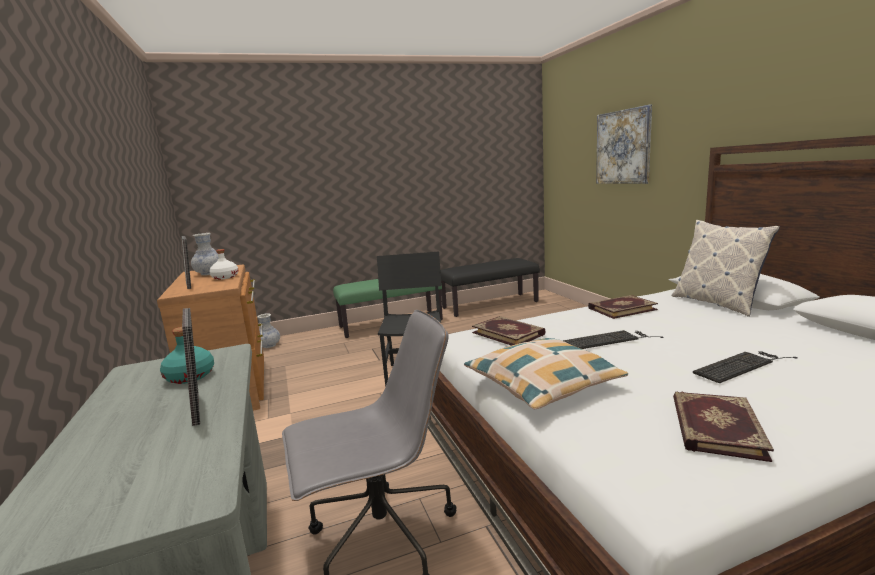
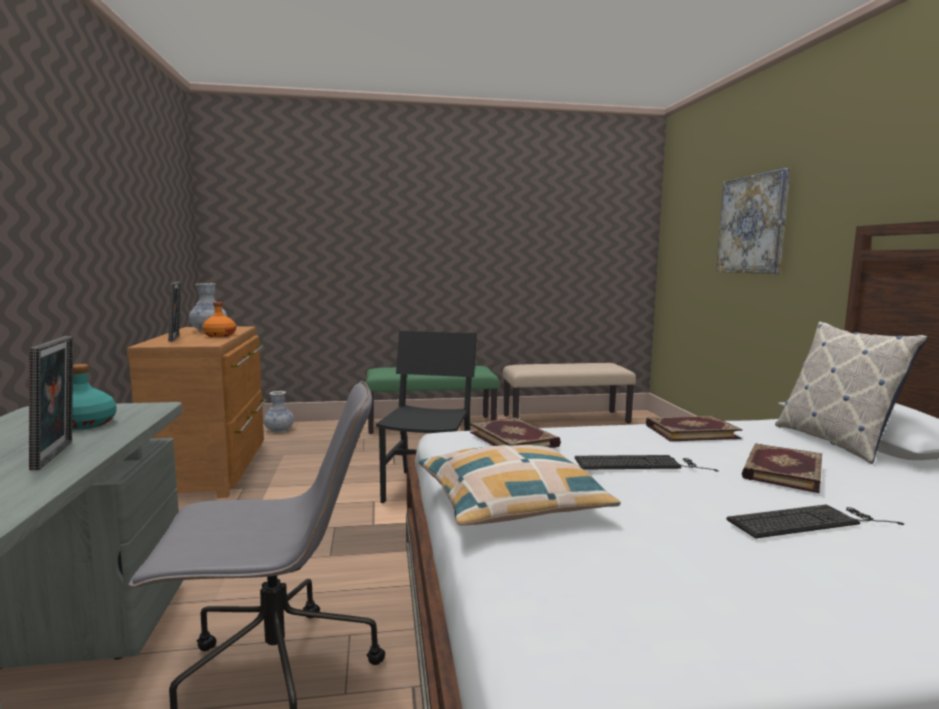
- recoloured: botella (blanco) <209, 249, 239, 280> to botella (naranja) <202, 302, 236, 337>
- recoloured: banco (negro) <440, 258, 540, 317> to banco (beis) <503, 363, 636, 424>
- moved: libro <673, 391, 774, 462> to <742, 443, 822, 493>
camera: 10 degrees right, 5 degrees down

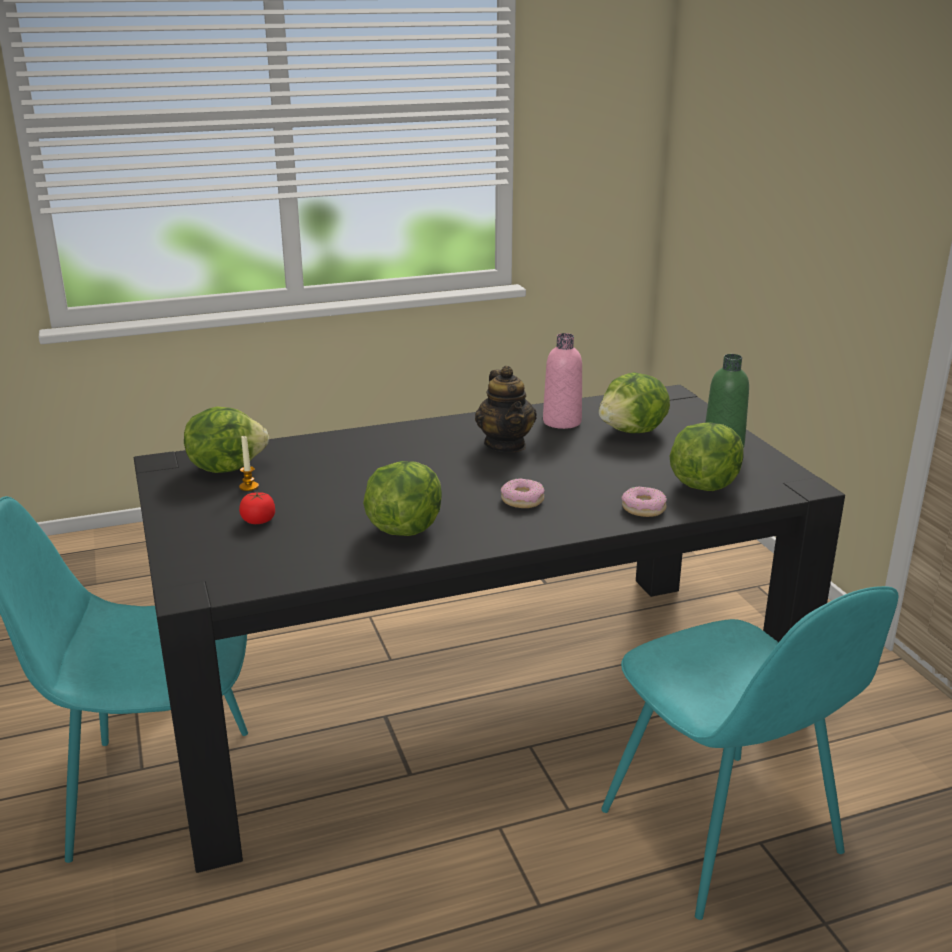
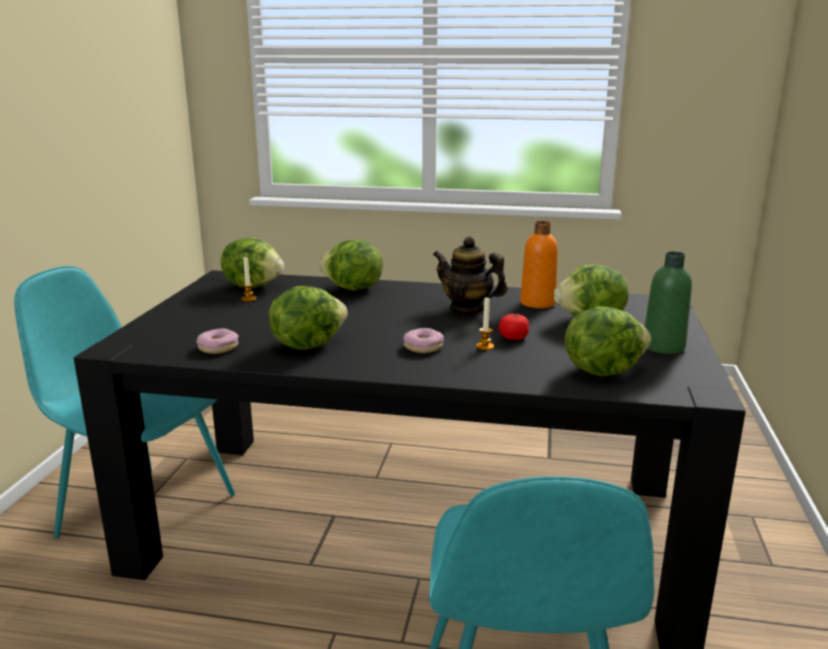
- moved: tomate <239, 492, 275, 524> to <499, 314, 529, 340>
- turned: tetera <475, 366, 537, 452> = <433, 236, 507, 315> 105 degrees clockwise
- recoloured: botella (rosa) <543, 333, 582, 429> to botella (naranja) <520, 221, 558, 308>
- moved: rosquilla <622, 486, 667, 517> to <196, 328, 239, 354>
- added: lechuga <319, 240, 383, 291>
- added: vela <476, 297, 494, 350>
camera: 30 degrees right, 5 degrees down

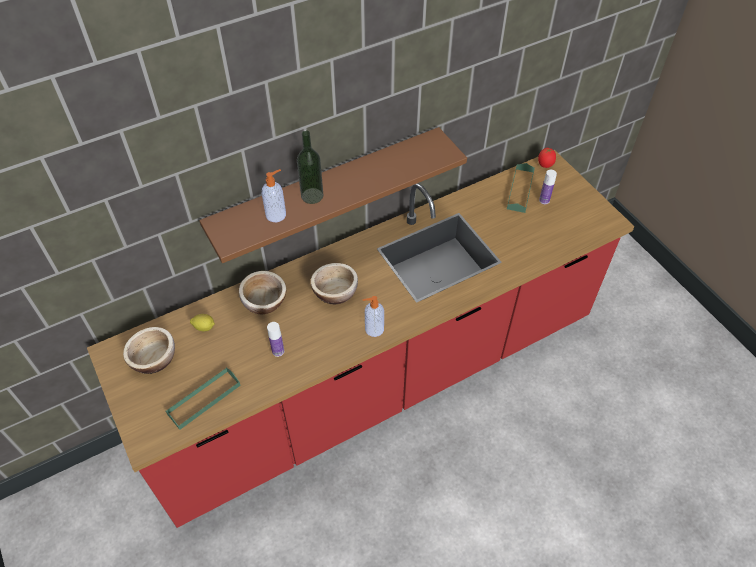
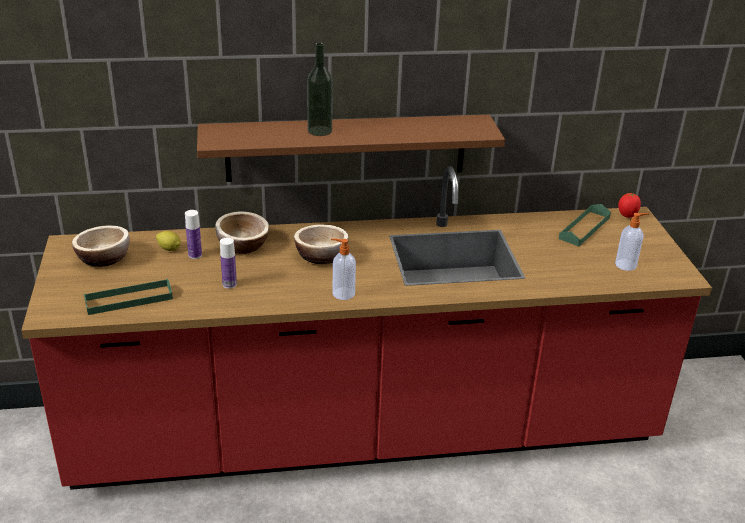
- moved: dispensador de jabón <262, 169, 286, 222> to <615, 213, 649, 271>
- moved: botella <539, 170, 557, 204> to <185, 210, 202, 259>
camera: 20 degrees right, 20 degrees down

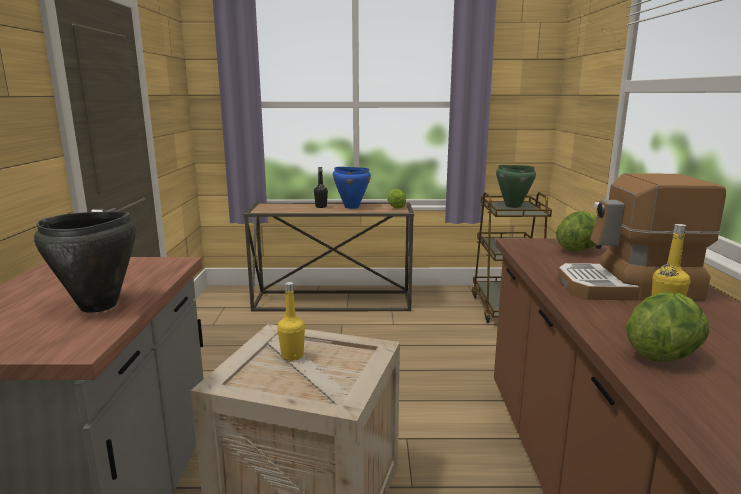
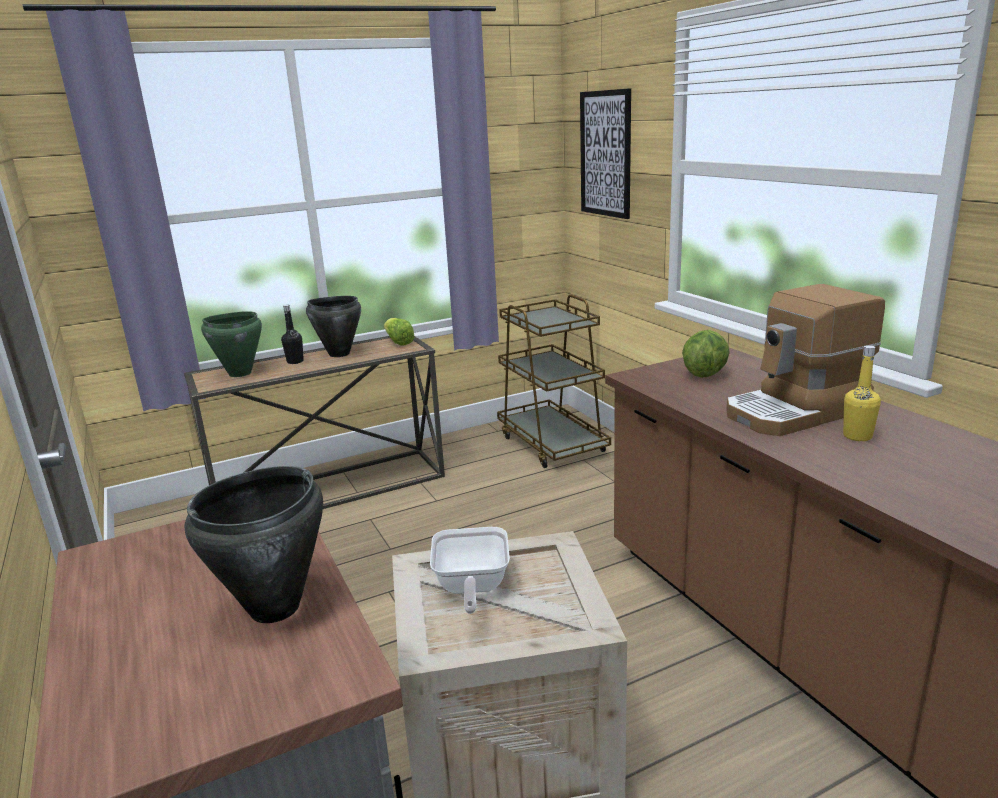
- replaced: botella (amarillo) <277, 282, 305, 361> to sartén <430, 527, 510, 614>
- recoloured: olla (azul) <333, 167, 371, 209> to olla (negro) <306, 296, 361, 357>
- moved: olla (verde) <496, 165, 536, 208> to <201, 311, 262, 377>
- removed: lechuga <626, 293, 709, 362>
- added: cuadro <580, 88, 631, 219>
camera: 25 degrees left, 5 degrees up

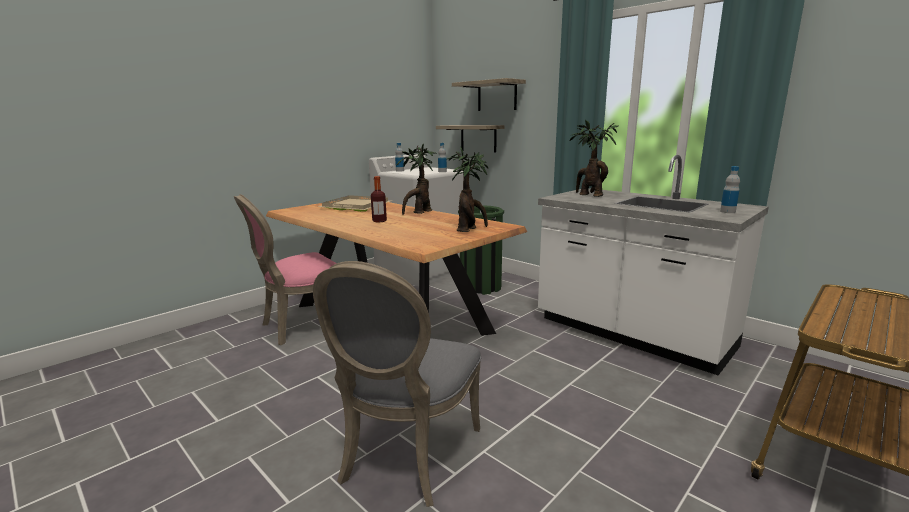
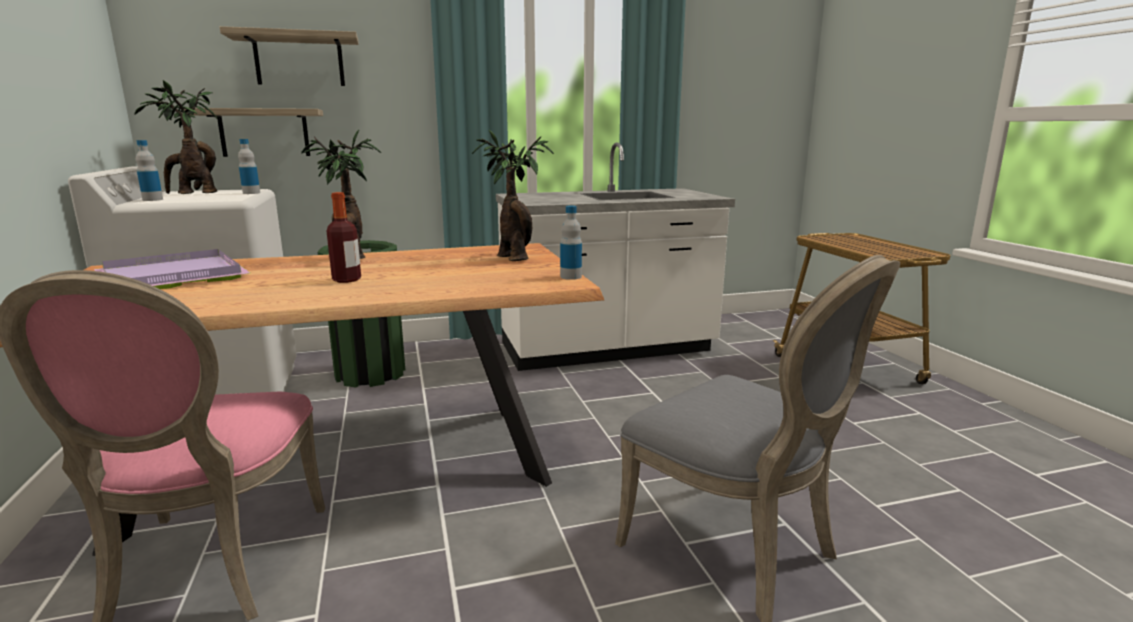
- recoloured: bandeja (beis) <319, 195, 390, 212> to bandeja (morado) <94, 249, 250, 289>
- moved: planta en maceta <570, 120, 618, 197> to <134, 80, 218, 194>
- moved: botella <720, 166, 740, 213> to <560, 205, 582, 280>
camera: 60 degrees left, 0 degrees up

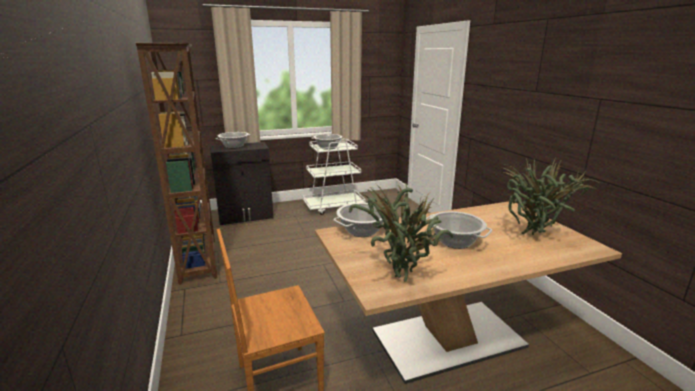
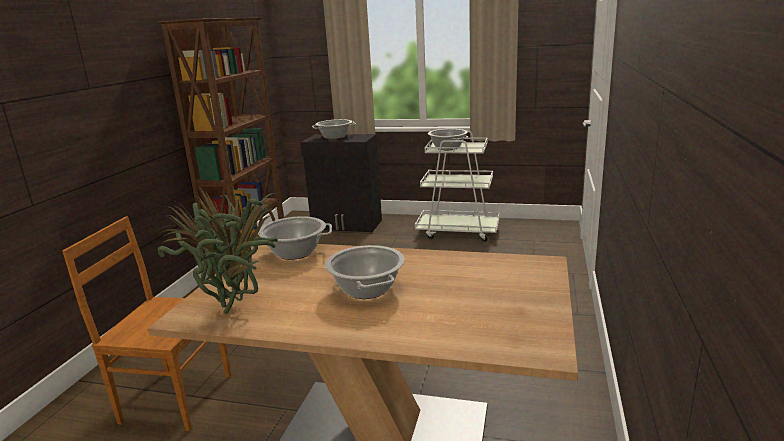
- removed: planta en maceta <503, 157, 598, 235>
camera: 35 degrees right, 0 degrees up

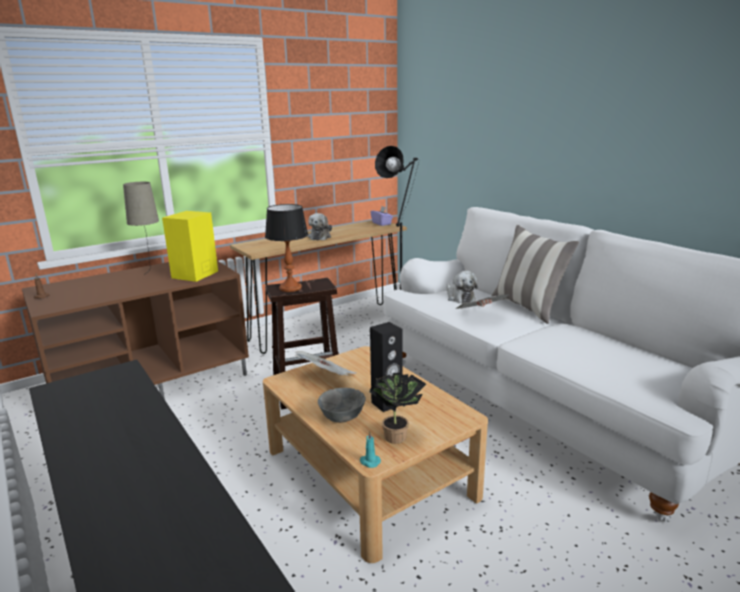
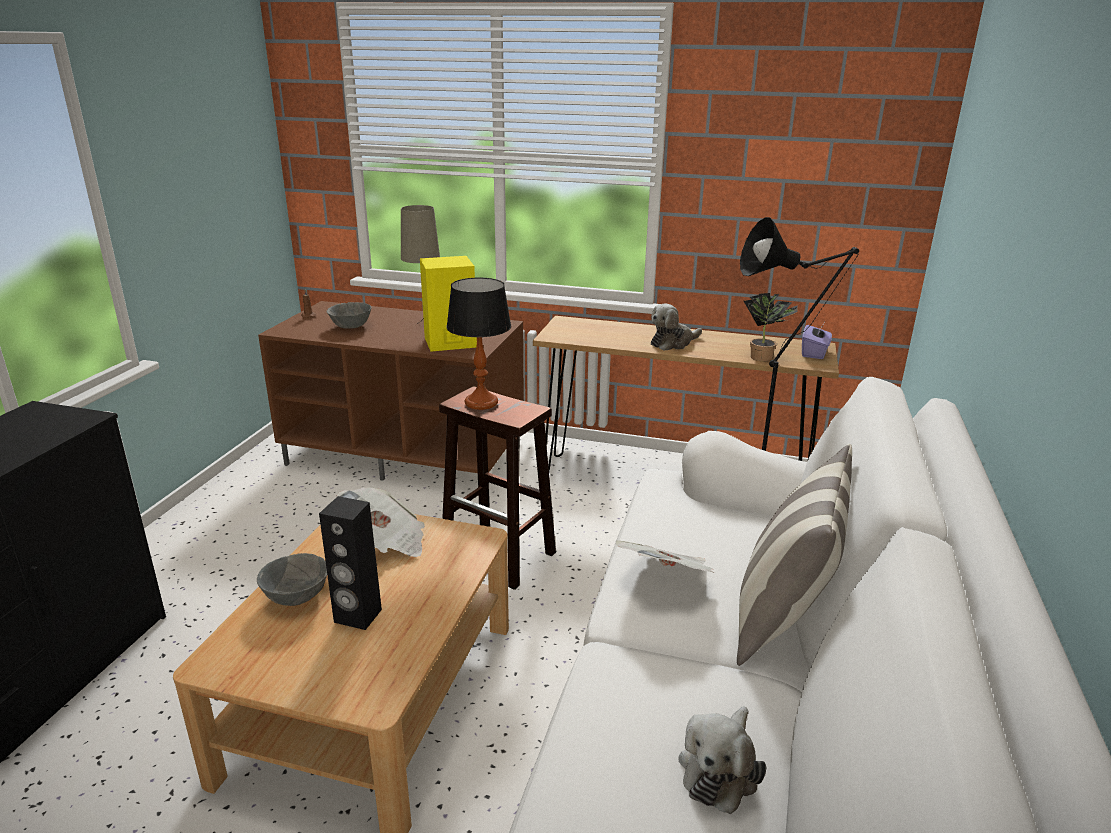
- removed: vela (turquesa) <360, 431, 381, 468>
- moved: planta en maceta <369, 373, 426, 444> to <744, 293, 798, 361>
- moved: peluche <446, 271, 478, 304> to <678, 706, 766, 814>
- added: cuenco (gris) <327, 302, 371, 329>
camera: 50 degrees right, 5 degrees up

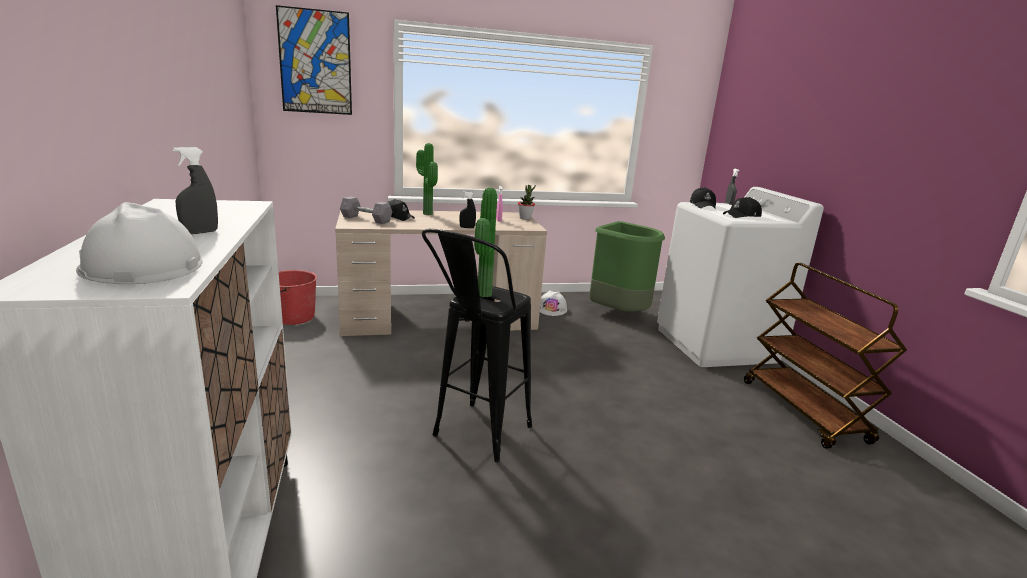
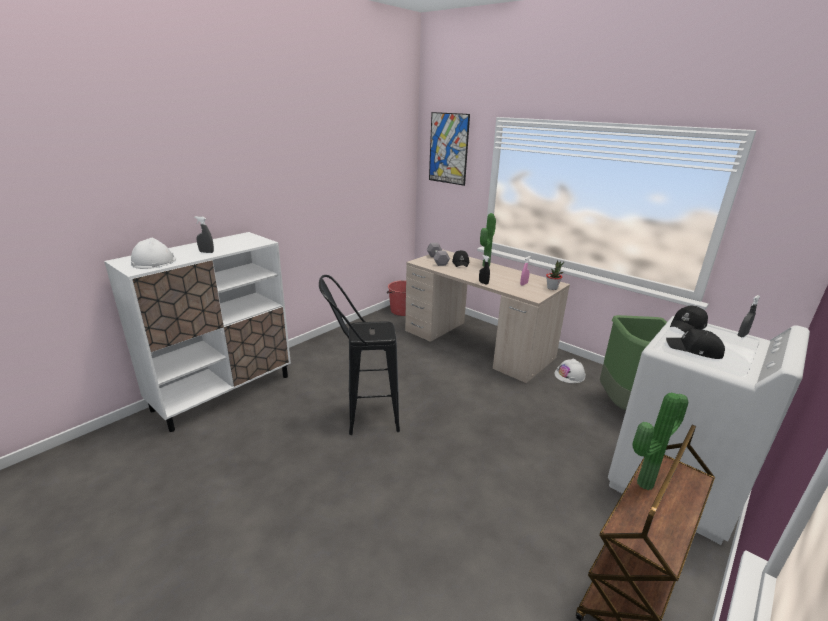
- moved: planta en maceta <474, 188, 497, 297> to <632, 393, 688, 490>
camera: 55 degrees right, 5 degrees up

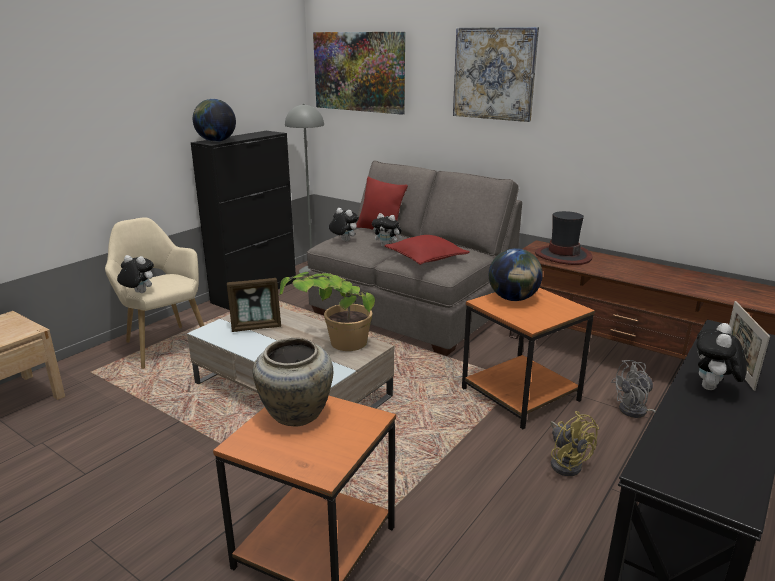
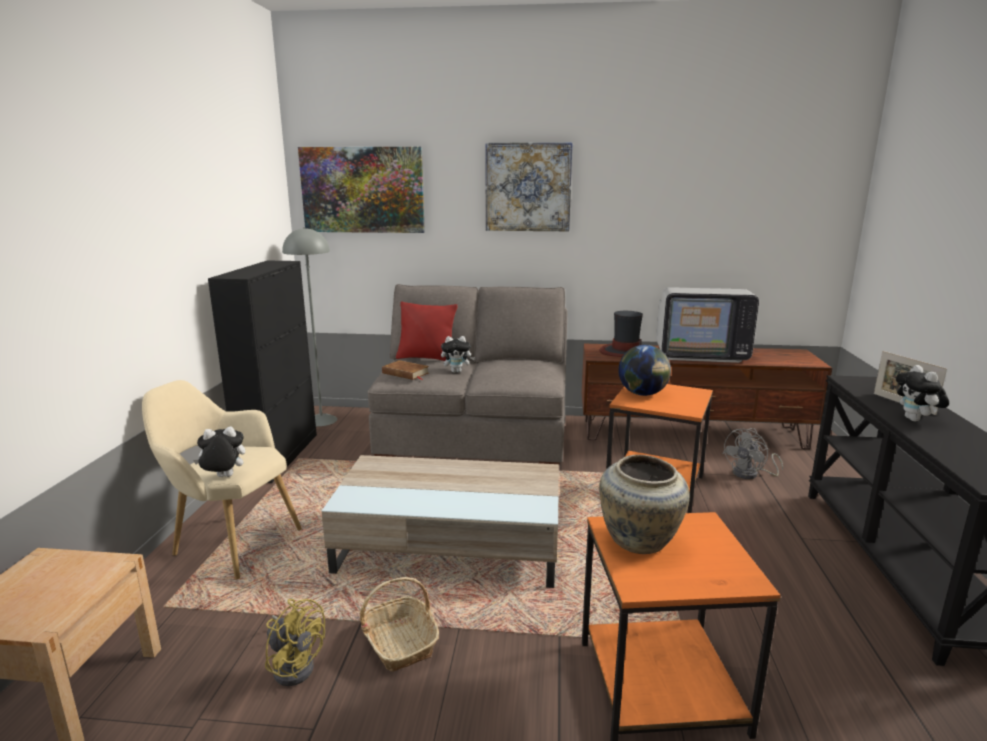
- removed: globo terráqueo <193, 99, 236, 142>
- removed: portarretratos <227, 278, 281, 332>
- removed: planta en maceta <279, 272, 375, 351>
- replaced: peluche <329, 208, 359, 241> to libro (marrón) <382, 360, 429, 380>
- removed: cojín (rojo) <384, 235, 470, 265>
- moved: ventilador (amarillo) <551, 411, 599, 476> to <265, 598, 325, 686>
- added: cesta <360, 577, 439, 672>
- added: televisor <656, 287, 759, 363>
camera: 30 degrees left, 5 degrees down

